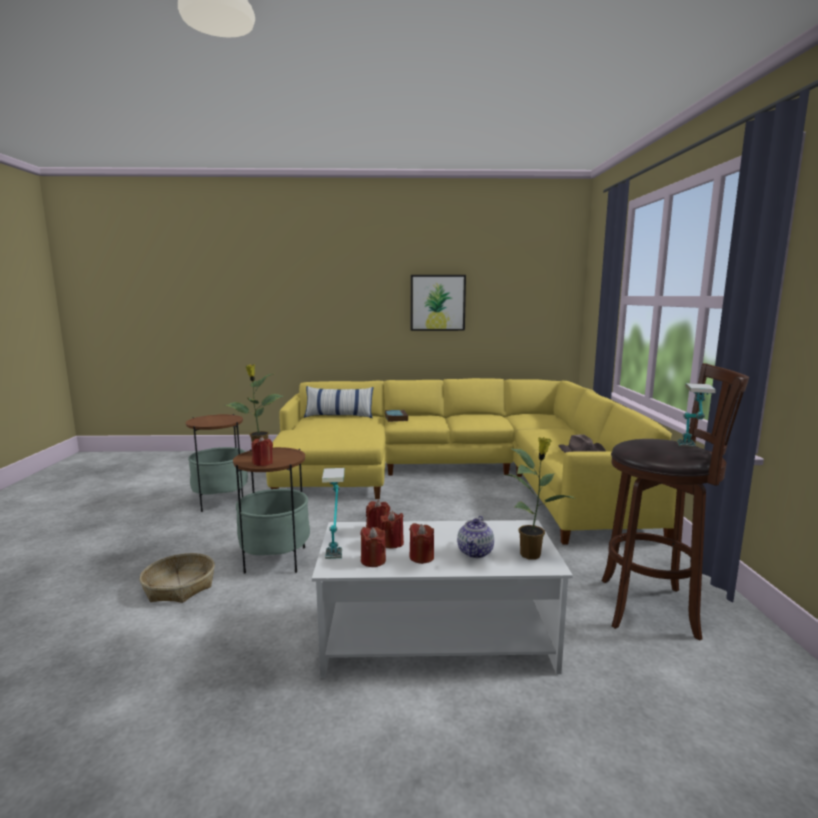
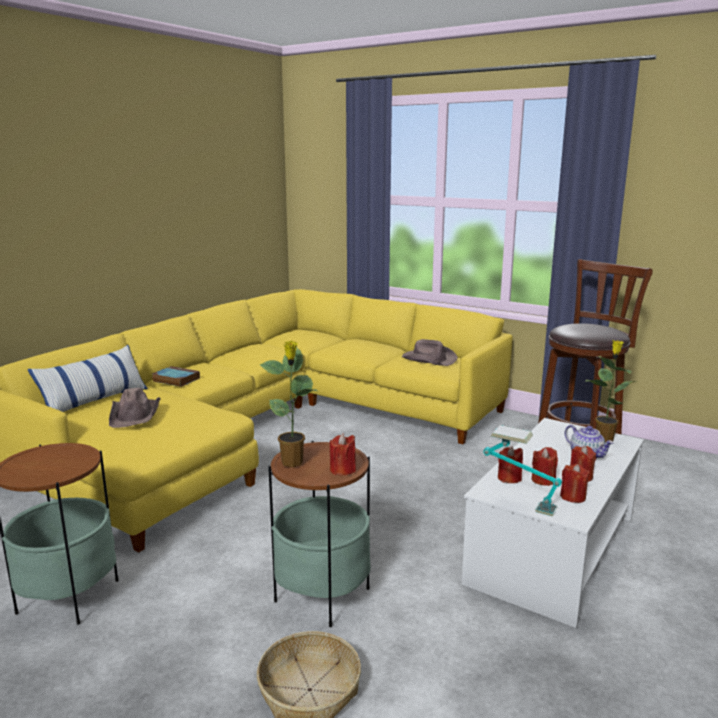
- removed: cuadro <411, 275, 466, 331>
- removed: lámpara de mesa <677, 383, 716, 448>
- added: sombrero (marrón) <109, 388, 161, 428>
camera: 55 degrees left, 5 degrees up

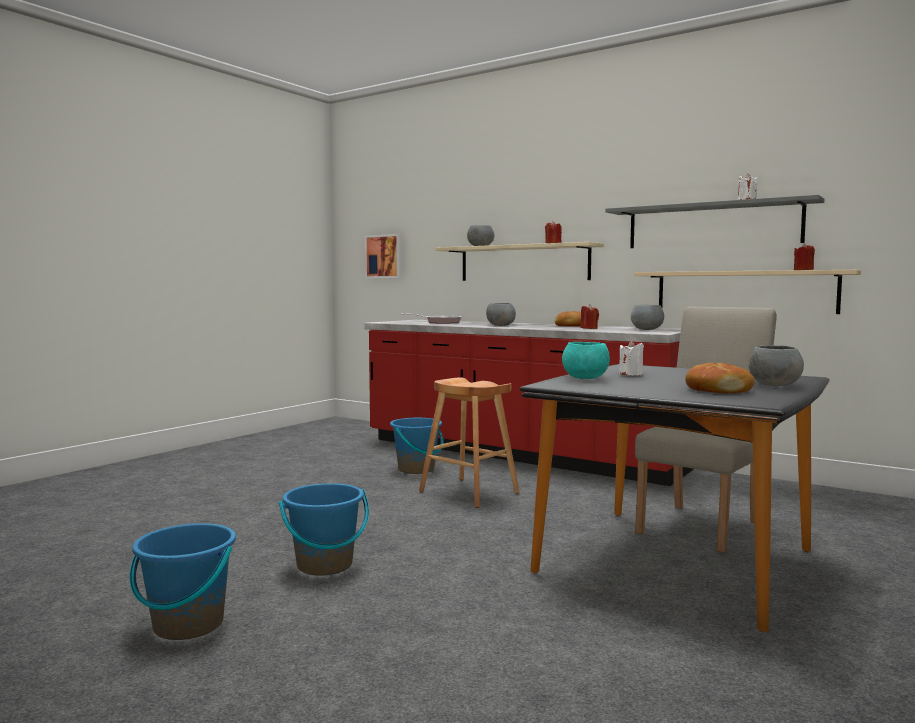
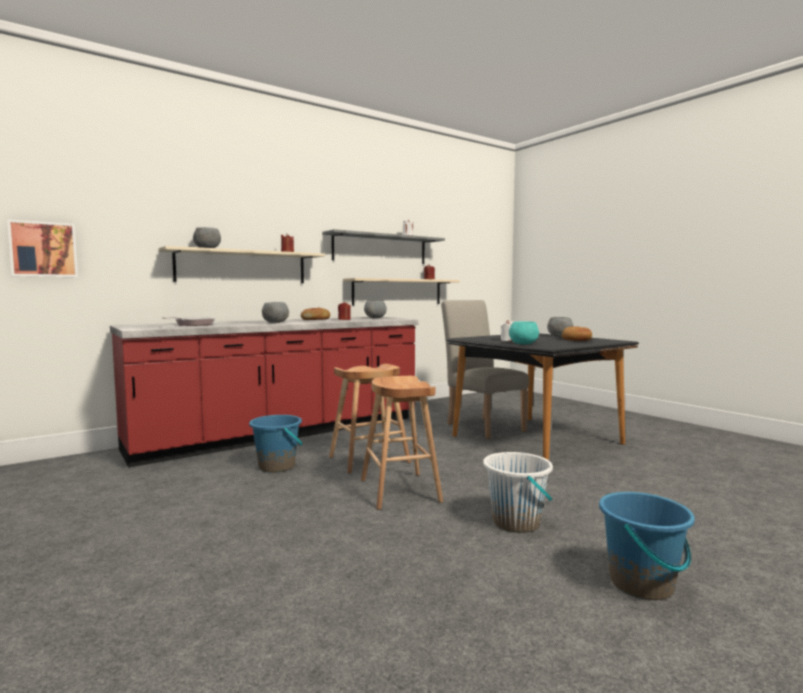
- recoloured: cubo (azul) <279, 483, 369, 576> to cubo (blanco) <483, 452, 553, 533>
- added: taburete (marrón) <361, 376, 443, 510>
camera: 70 degrees left, 0 degrees up

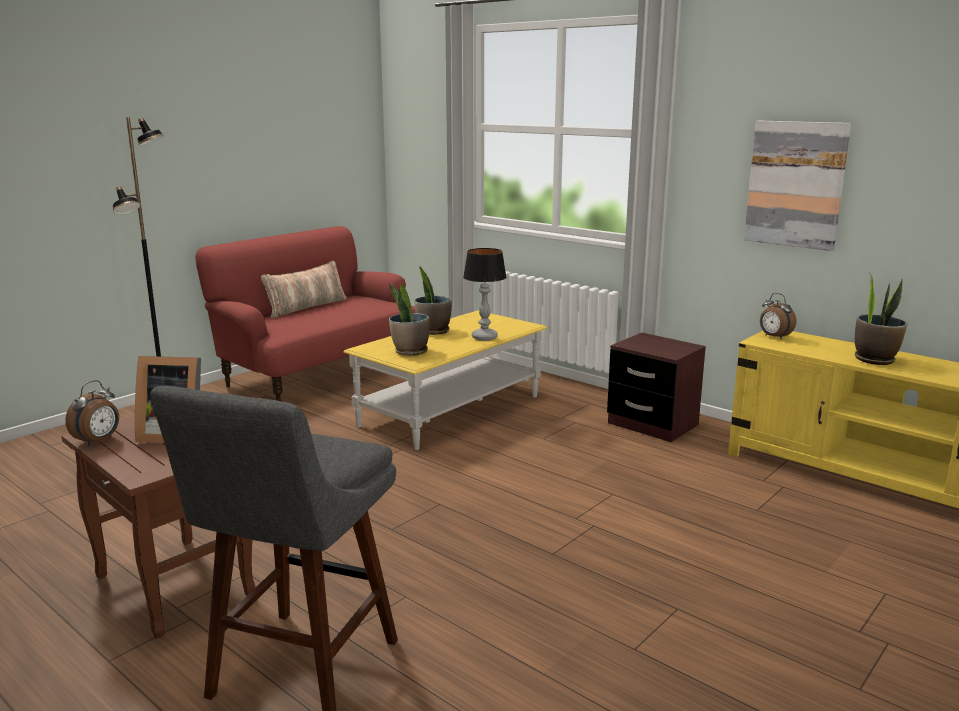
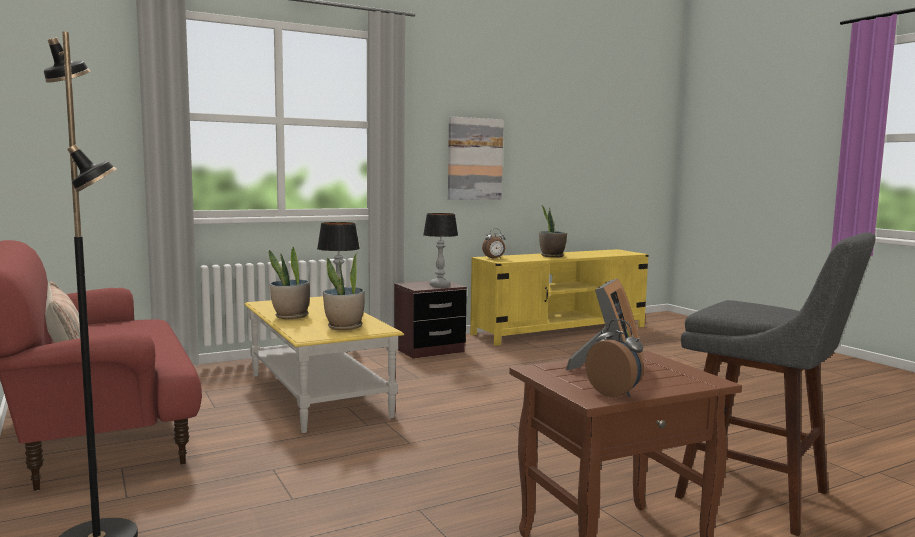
- added: lámpara de mesa <423, 213, 458, 287>
camera: 70 degrees left, 10 degrees down

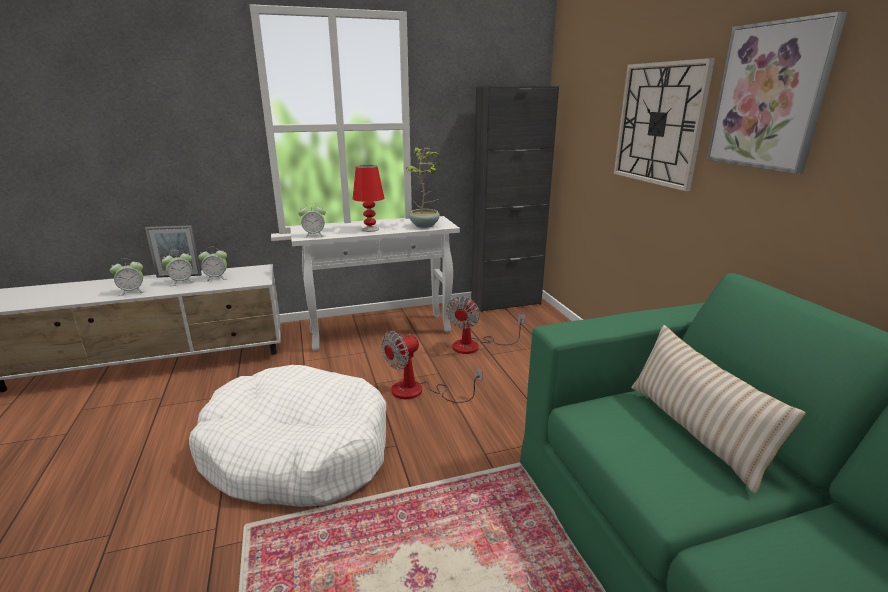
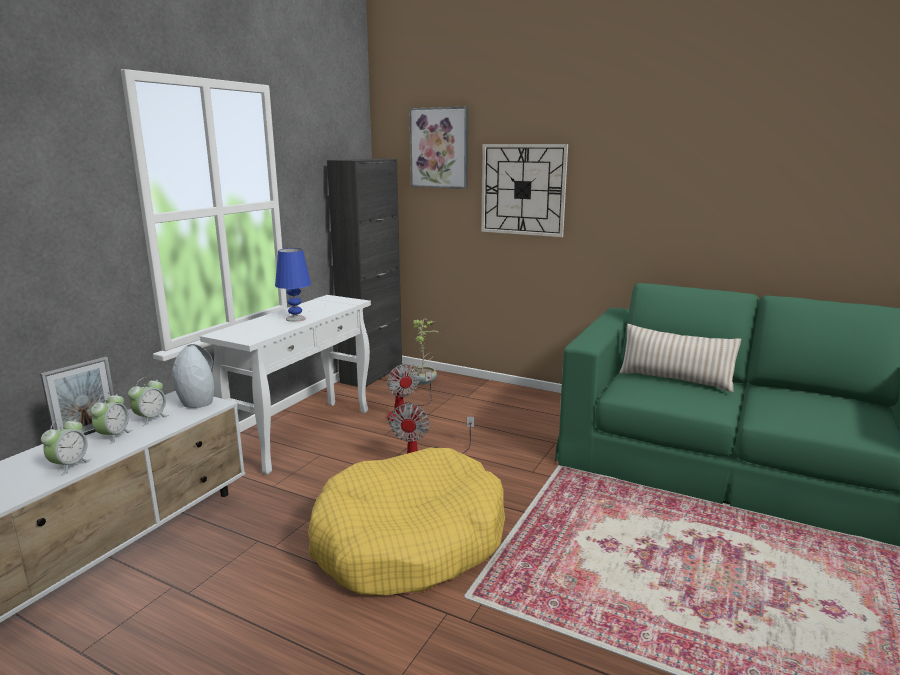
- recoloured: cama para perro (blanco) <189, 365, 386, 507> to cama para perro (amarillo) <308, 448, 505, 595>
- removed: despertador <298, 206, 326, 238>
- recoloured: lámpara de mesa (rojo) <353, 165, 384, 232> to lámpara de mesa (azul) <275, 248, 311, 322>
- moved: planta en maceta <405, 147, 441, 228> to <410, 318, 438, 385>
- moved: cuadro <707, 11, 847, 174> to <409, 107, 468, 189>
- added: florero (gris) <172, 344, 214, 408>
camera: 45 degrees left, 5 degrees down

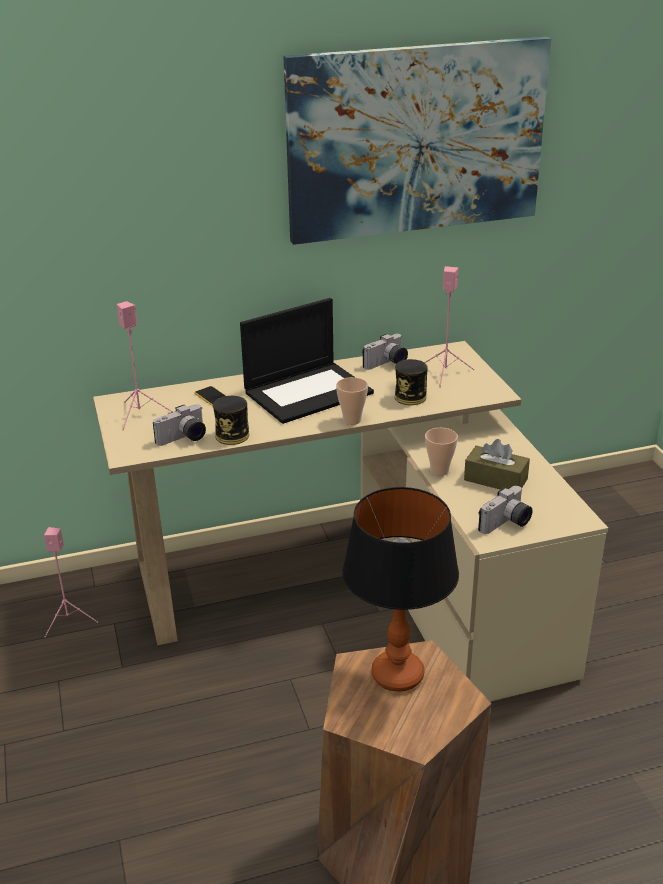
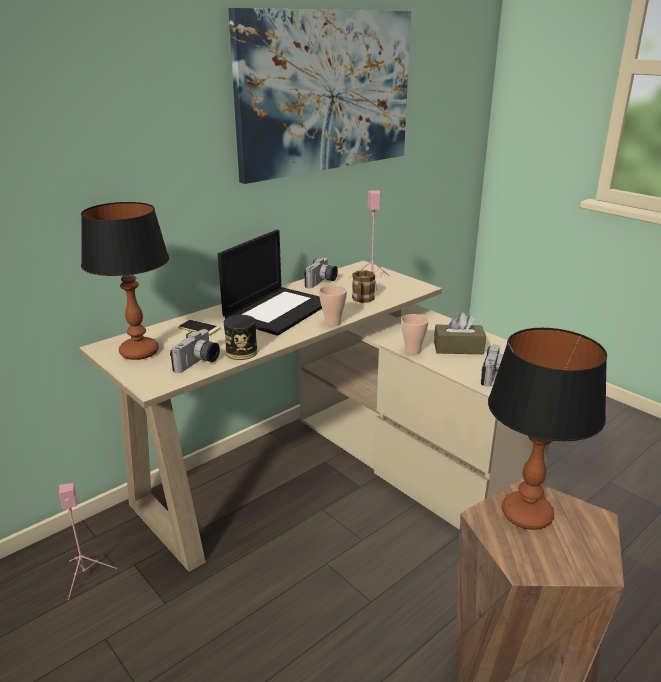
- replaced: altavoz (rosa) <117, 301, 173, 430> to lámpara de mesa <81, 202, 169, 360>
- replaced: lata <395, 359, 428, 405> to taza grande <352, 270, 375, 303>
camera: 25 degrees left, 5 degrees down

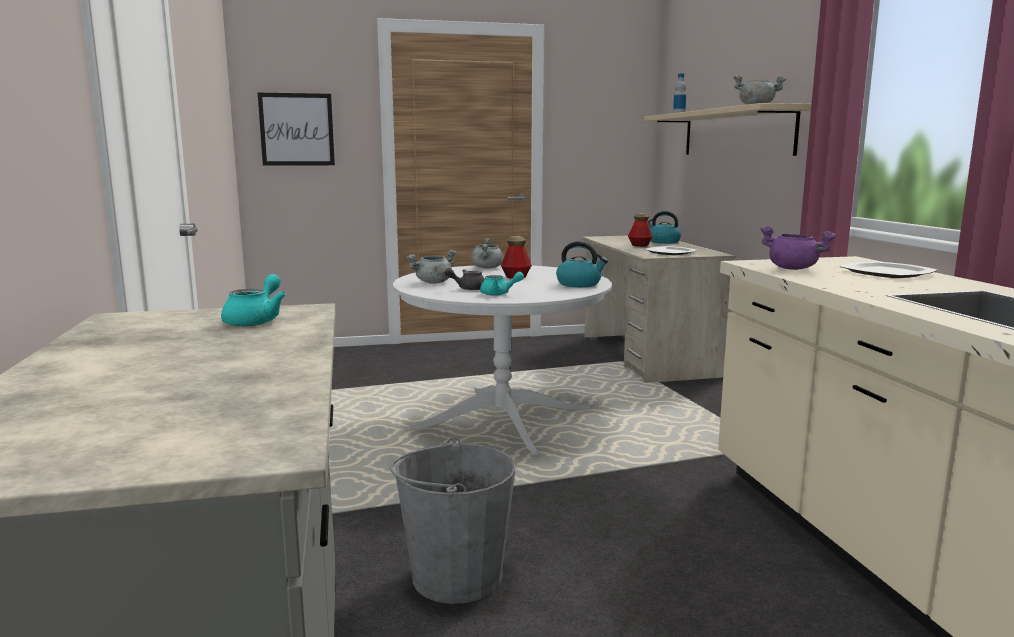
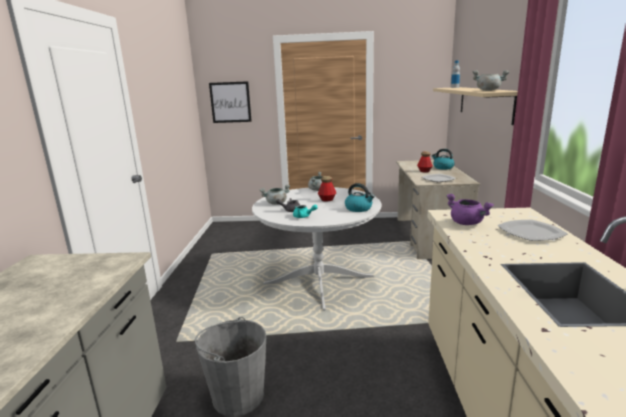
- removed: tetera (turquesa) <221, 274, 286, 326>
camera: 15 degrees right, 5 degrees up

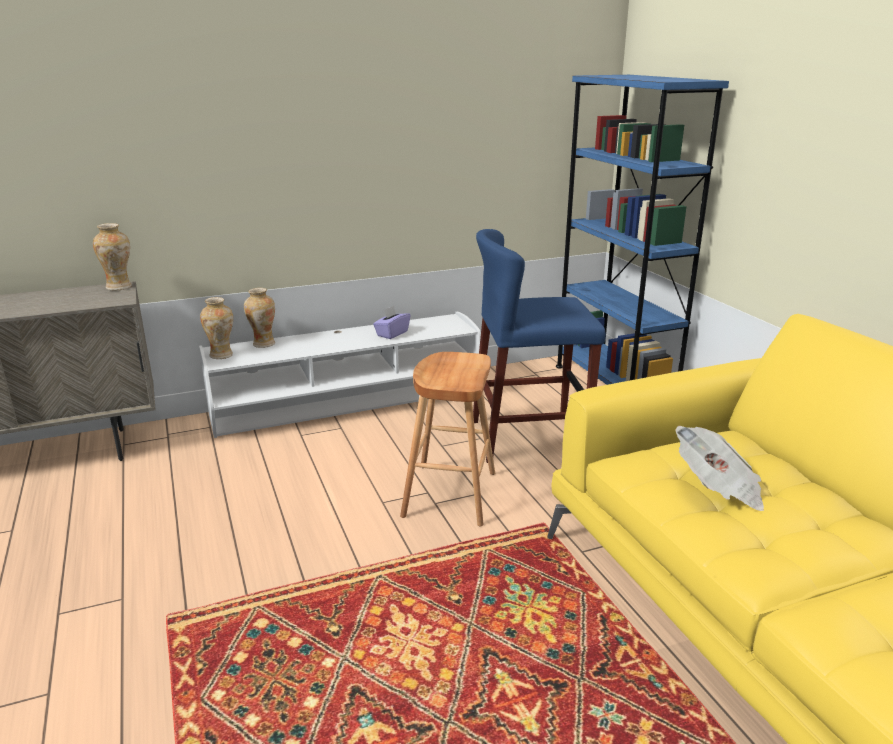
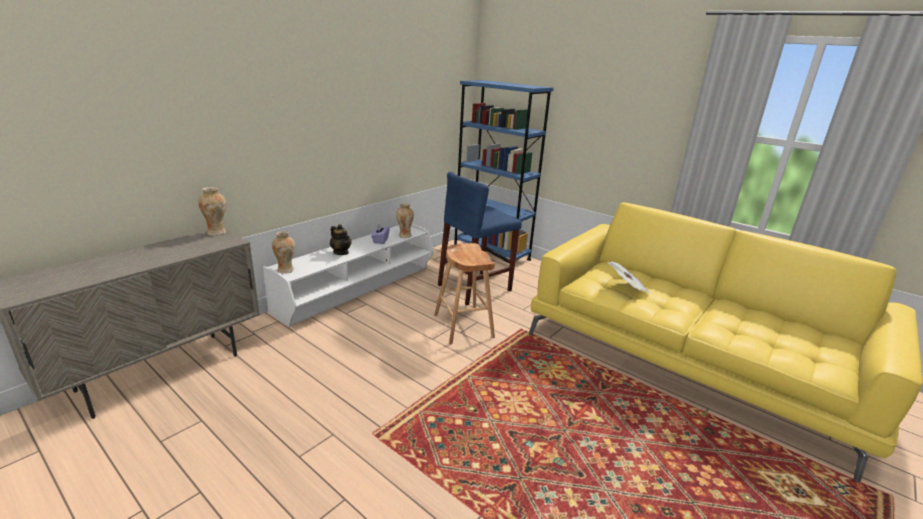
- moved: florero <244, 288, 275, 348> to <396, 203, 414, 238>
- added: tetera <330, 224, 351, 255>
camera: 30 degrees left, 0 degrees up

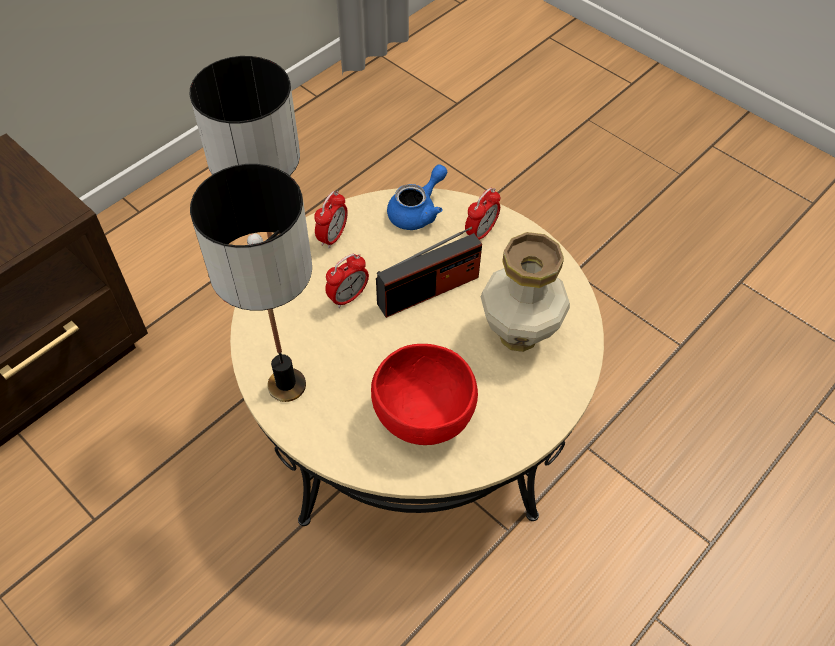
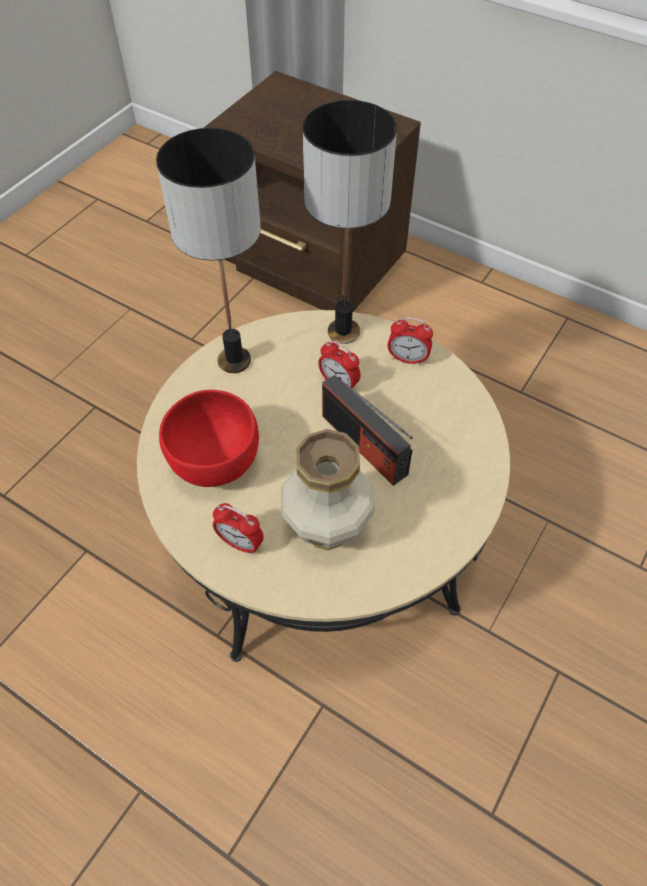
- removed: tetera (azul) <387, 164, 447, 230>
- moved: despertador <465, 188, 500, 240> to <213, 503, 264, 554>
camera: 80 degrees right, 0 degrees up

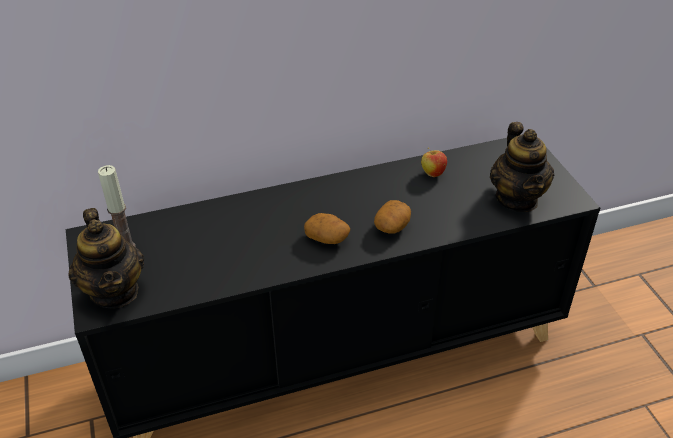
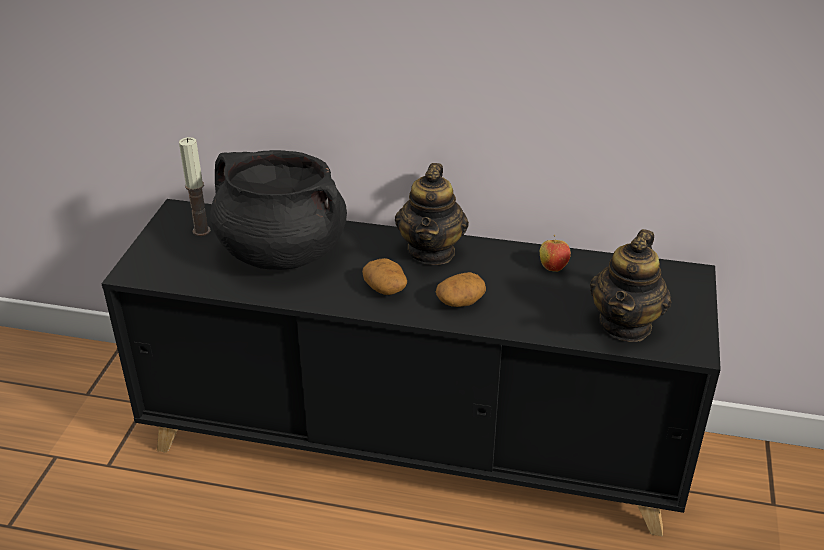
- moved: tetera <68, 208, 144, 308> to <395, 163, 469, 265>
- added: olla (negro) <210, 150, 347, 270>
camera: 30 degrees right, 5 degrees down

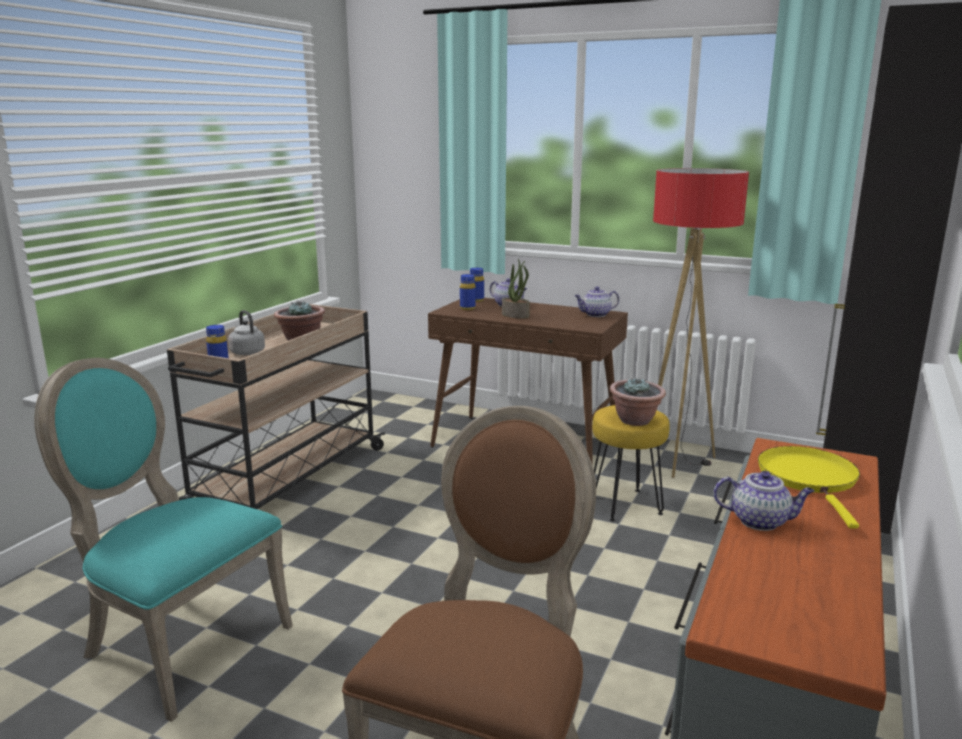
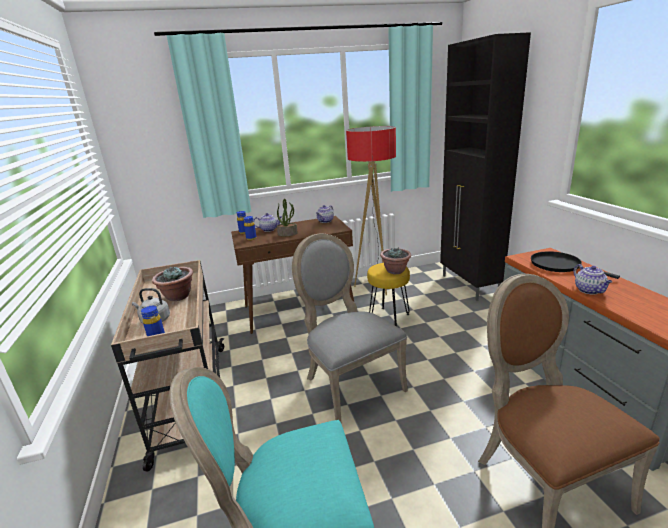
- turned: tetera <713, 471, 814, 531> = <574, 264, 612, 295> 105 degrees clockwise
- recoloured: sartén (amarillo) <758, 446, 860, 529> to sartén (negro) <531, 251, 620, 279>
- added: silla (gris) <292, 234, 408, 422>
camera: 40 degrees left, 5 degrees up

